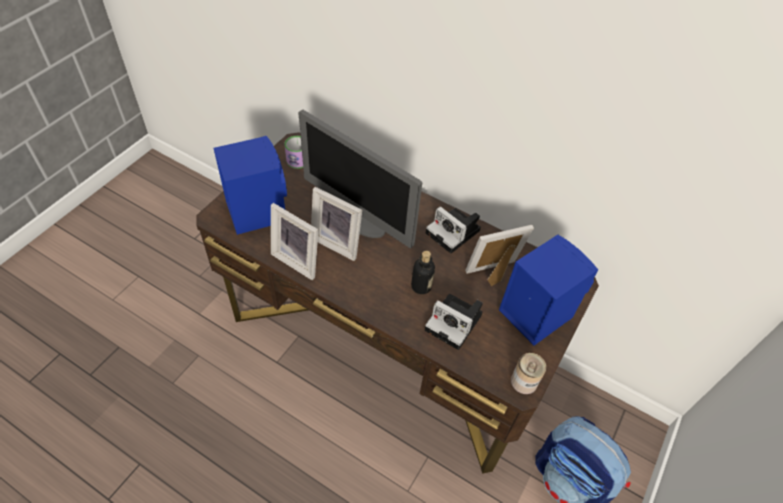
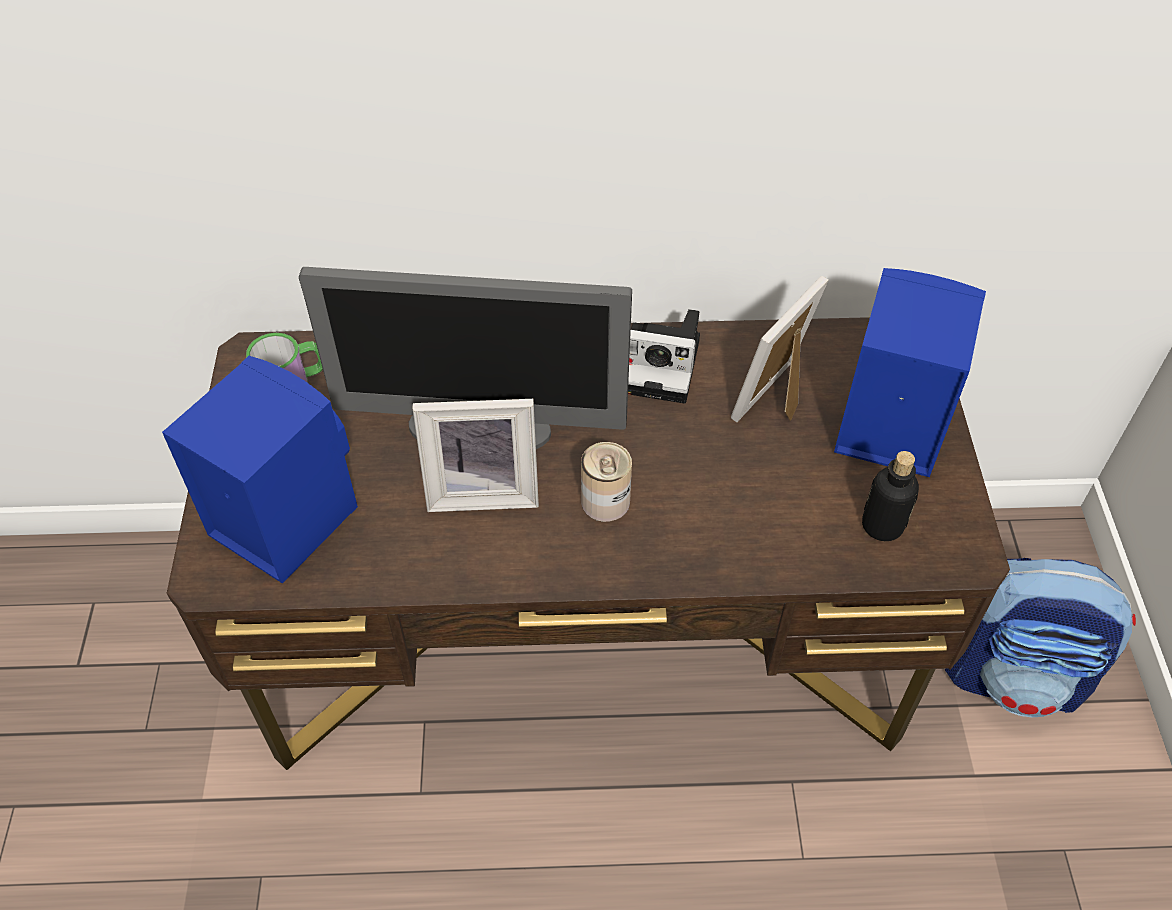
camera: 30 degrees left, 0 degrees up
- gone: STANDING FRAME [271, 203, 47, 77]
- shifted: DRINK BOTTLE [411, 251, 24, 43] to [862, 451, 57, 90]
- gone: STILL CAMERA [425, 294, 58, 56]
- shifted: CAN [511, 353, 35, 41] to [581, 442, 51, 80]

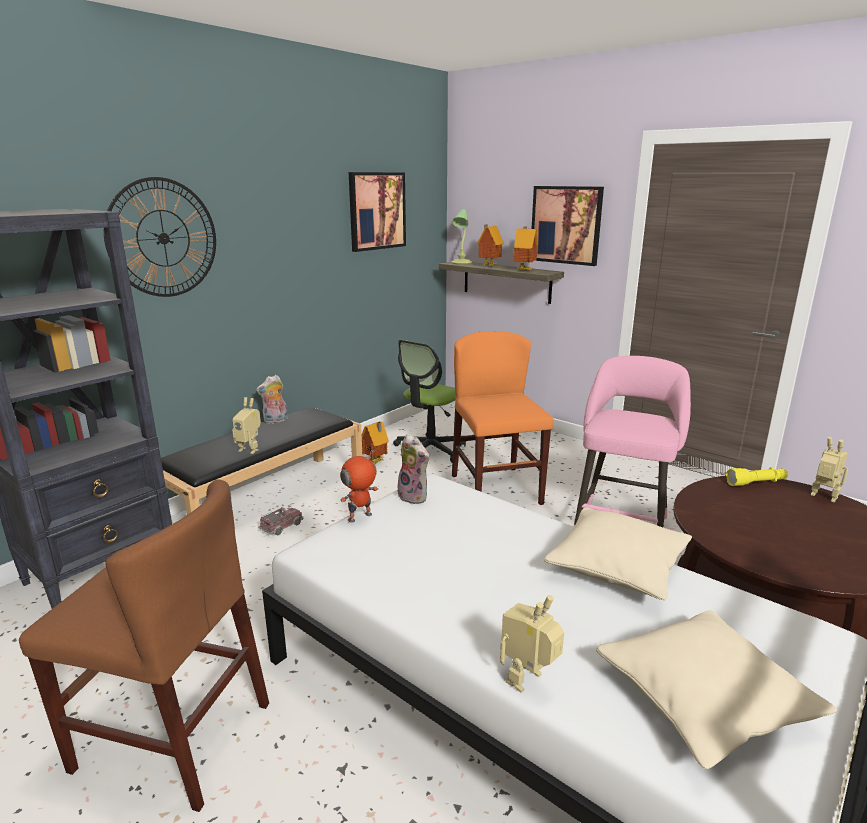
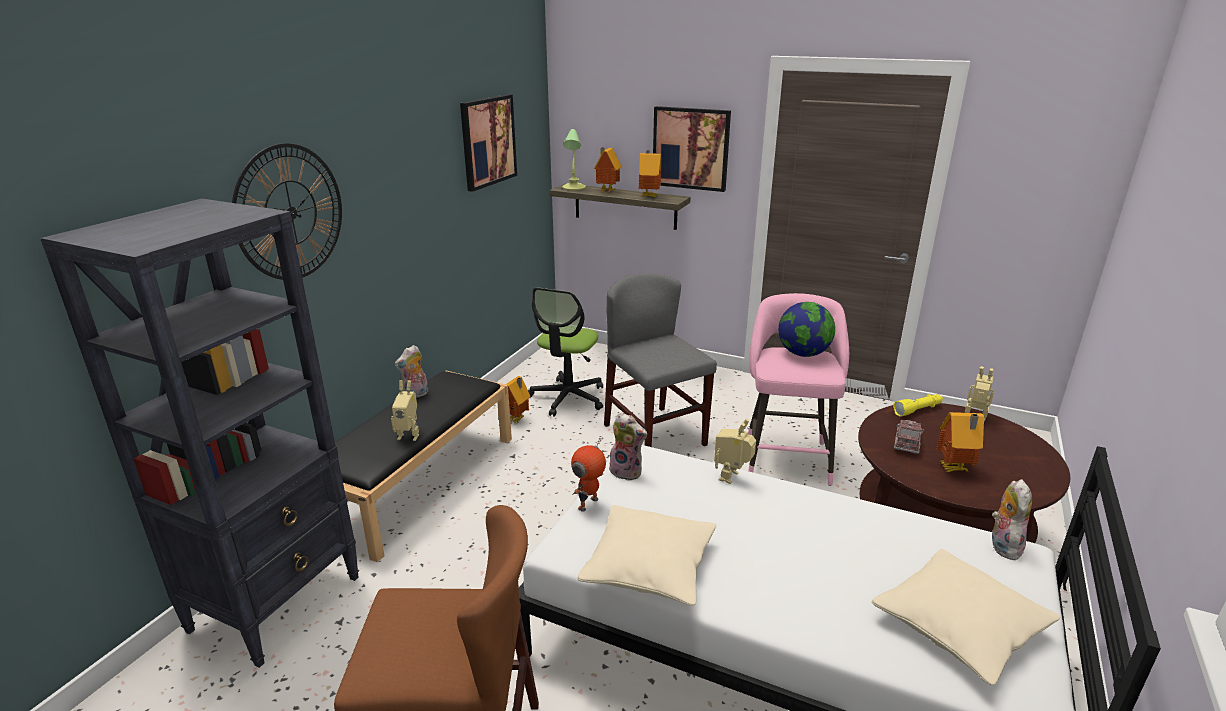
camera: 15 degrees left, 5 degrees up
- repainted: ORANGE CHAIR [452, 331, 101, 174] to GRAY CHAIR [604, 273, 113, 174]
- shifted: TOY LORRY [258, 507, 45, 29] to [894, 420, 30, 34]
- shifted: SAND-COLOURED THROW PILLOW [544, 507, 148, 93] to [577, 505, 139, 101]
- shifted: ROBOT FIGURE [500, 595, 64, 98] to [714, 418, 42, 66]
- new: DESK GLOBE [778, 302, 57, 55]
- new: MINIATURE HOUSE [936, 412, 48, 60]
- new: SOFT TOY [992, 479, 40, 81]

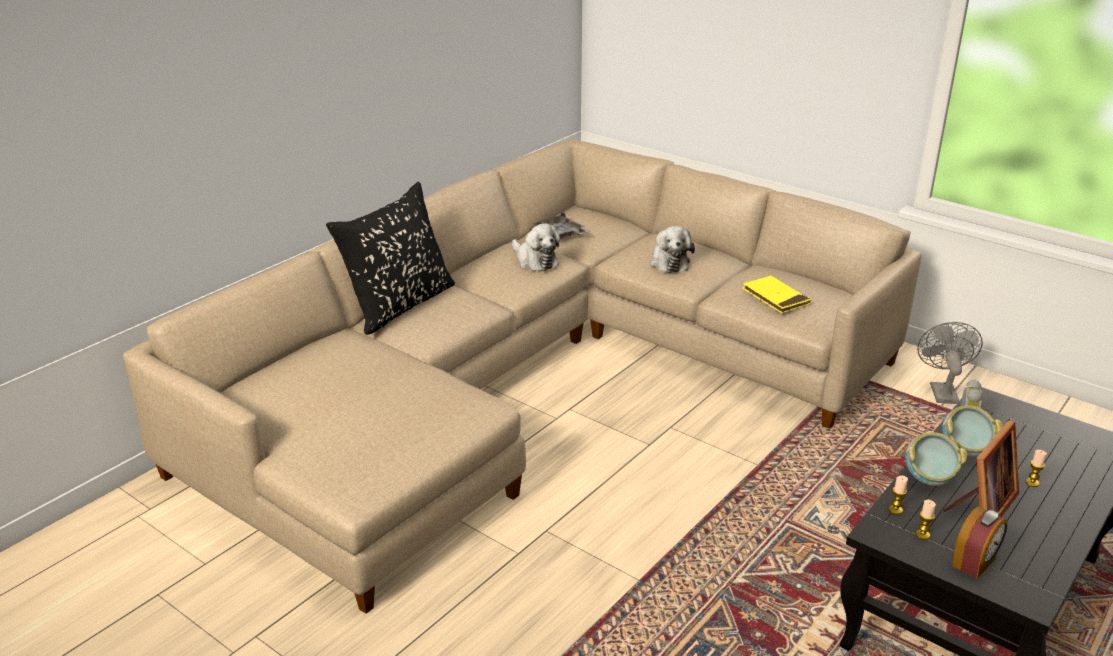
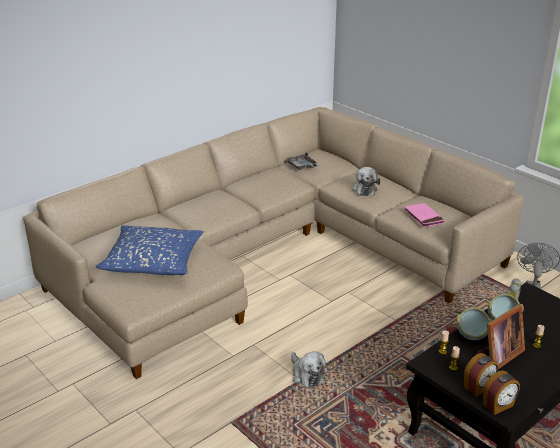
camera: 10 degrees right, 0 degrees up
- gone: BLACKISH THROW PILLOW [326, 182, 129, 153]
- shifted: SOFT TOY [512, 223, 48, 48] to [291, 351, 35, 36]
- repainted: YELLOW-COLOURED BOOK [743, 276, 68, 37] to PINKISH BOOK [404, 203, 41, 24]
- new: BLUE THROW PILLOW [96, 225, 108, 50]
- new: BEDSIDE CLOCK [483, 370, 37, 45]

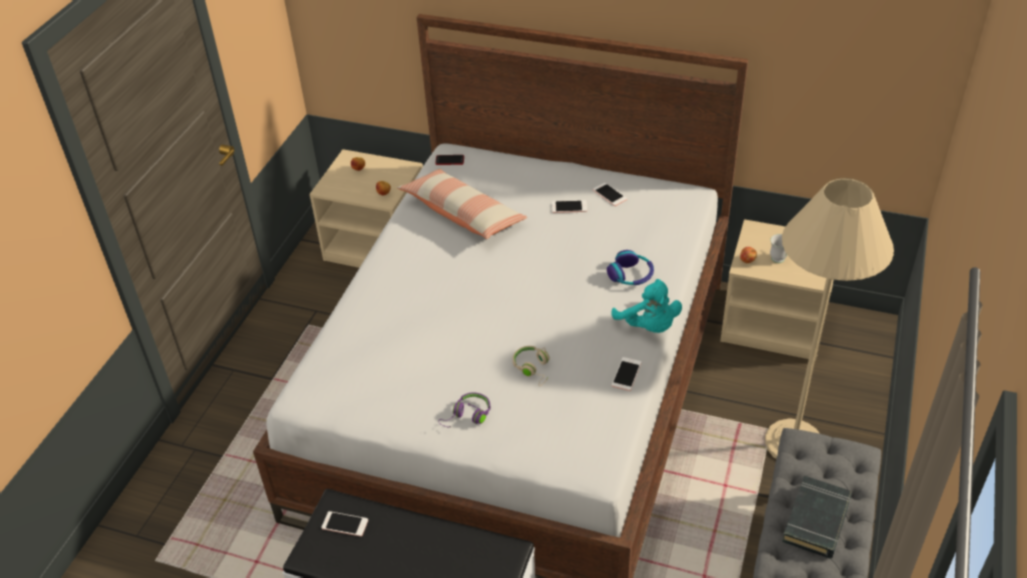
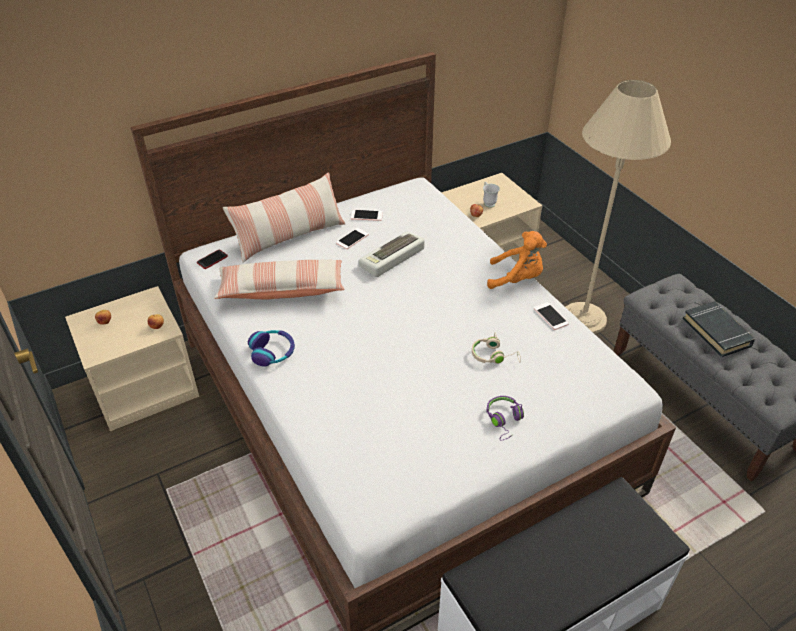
camera: 50 degrees left, 0 degrees up
- shifted: PAIR OF HEADPHONES [607, 250, 47, 35] to [248, 330, 47, 37]
- repainted: BLUE-GREEN SOFT TOY [611, 279, 71, 54] to ORANGE SOFT TOY [487, 231, 60, 58]
- gone: HANDSET [321, 511, 47, 25]
- new: THROW PILLOW [223, 172, 122, 91]
- new: KEYBOARD [359, 232, 66, 45]

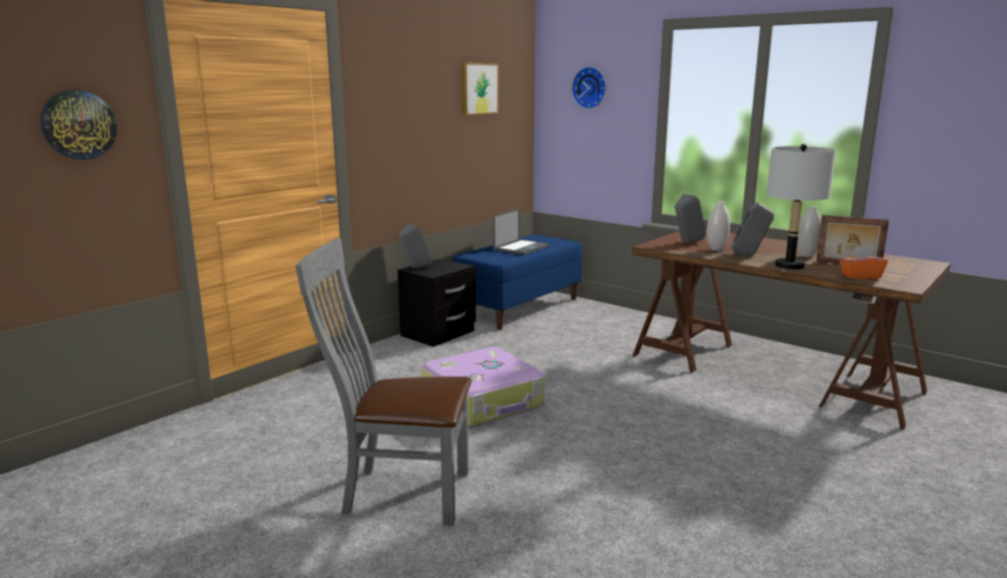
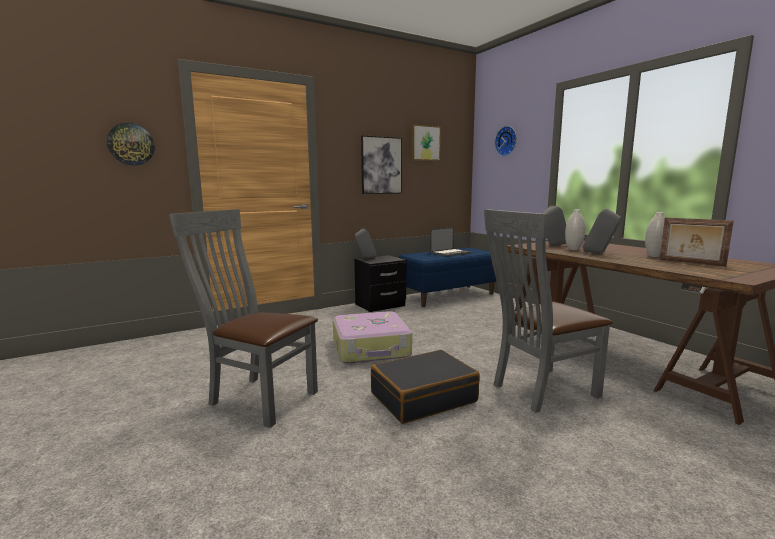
camera: 20 degrees right, 5 degrees down
- gone: GRAY TABLETOP LAMP [767, 144, 69, 125]
- gone: ORANGE BOX OF TISSUES [839, 247, 49, 32]
- new: WALL PICTURE [361, 135, 41, 59]
- new: GRAY CHAIR [484, 209, 129, 204]
- new: BLACKISH PIECE OF LUGGAGE [371, 350, 109, 74]

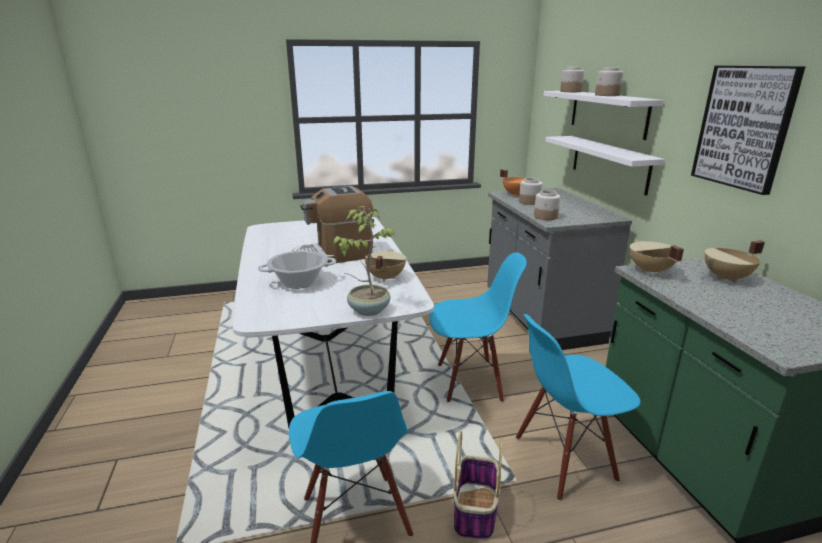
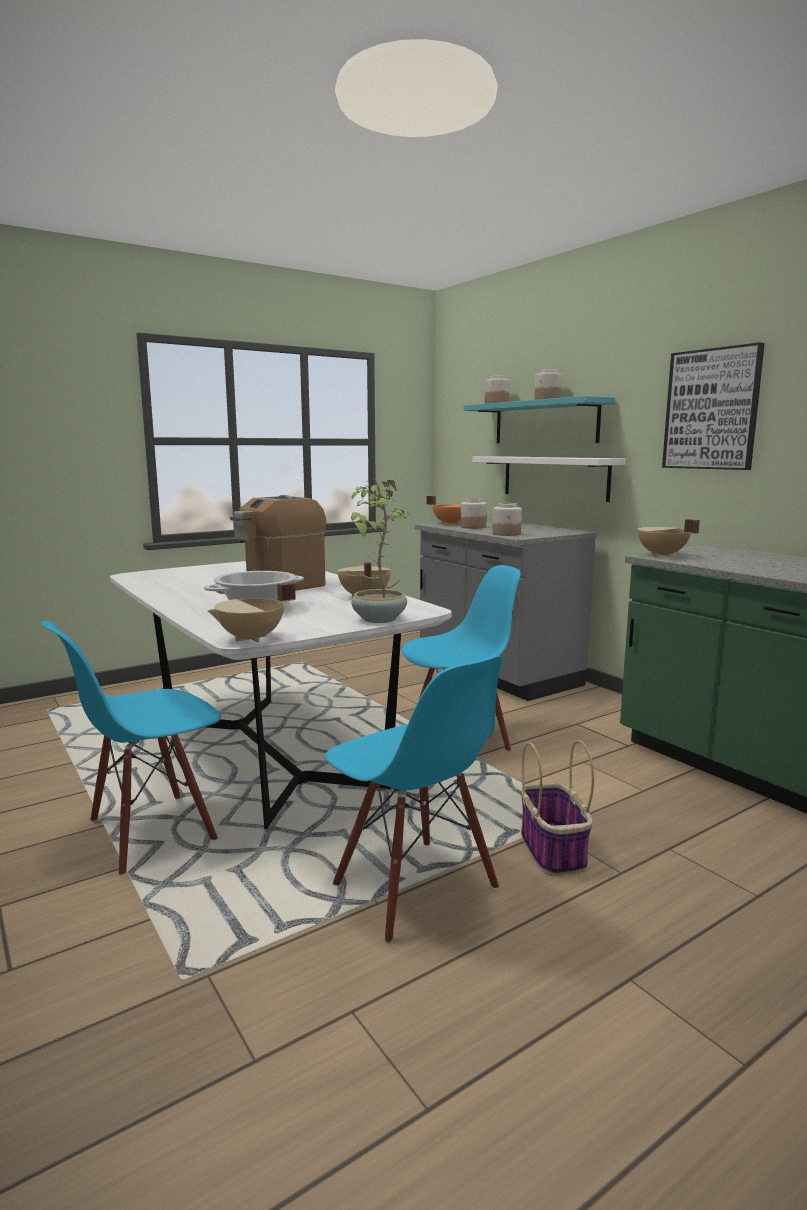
camera: 20 degrees left, 10 degrees down
- repainted: WHITISH BRACKET SHELF [544, 91, 120, 49] to BLUE-GREEN BRACKET SHELF [464, 396, 151, 48]
- shifted: SAND-COLOURED STOCKPOT [705, 240, 60, 43] to [208, 582, 88, 60]
- shifted: BLUE CHAIR [516, 314, 125, 187] to [42, 621, 179, 255]

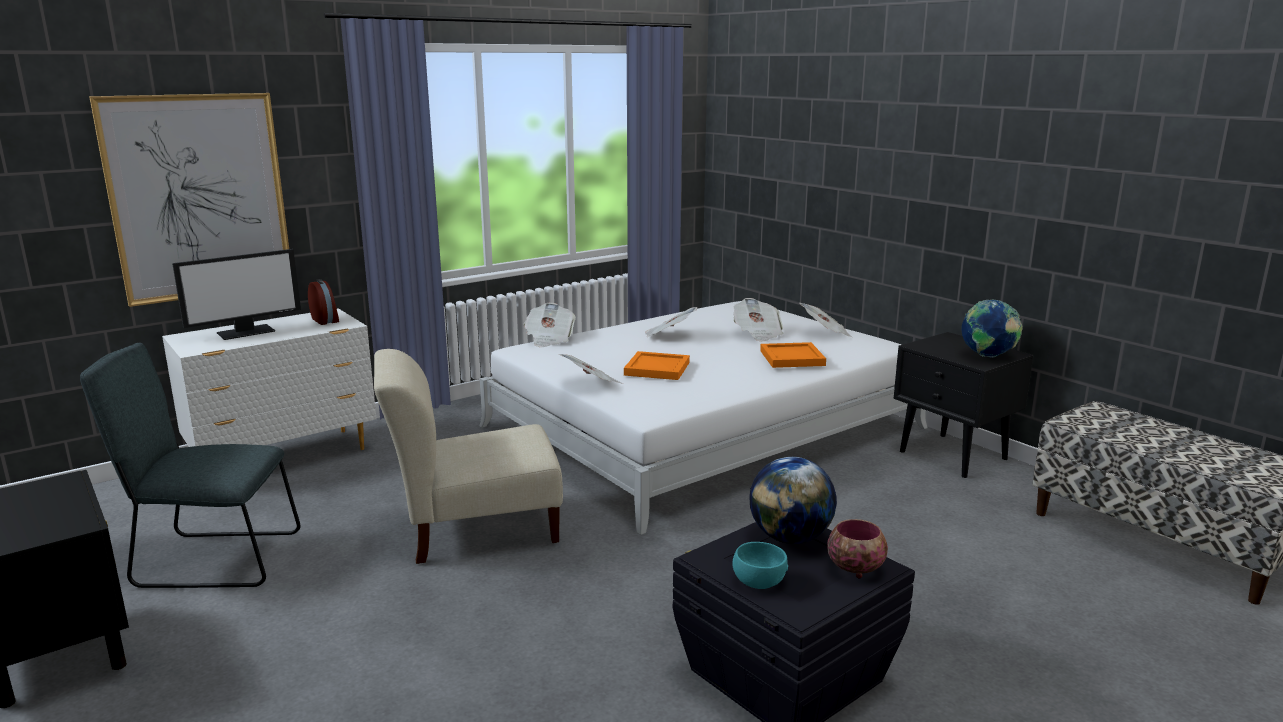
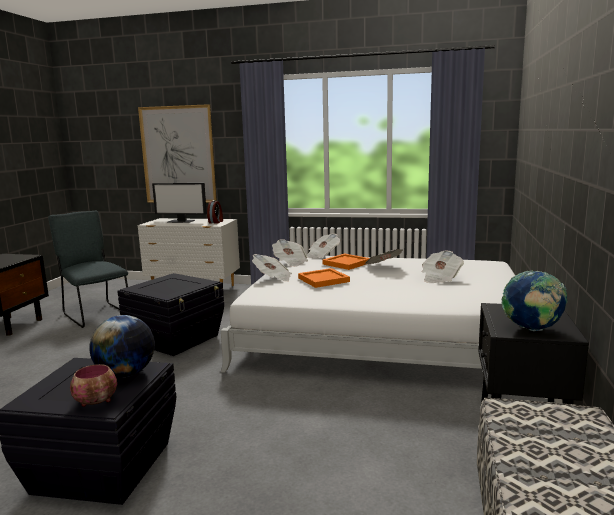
camera: 50 degrees right, 5 degrees down
- shifted: PRINTED PAPER [799, 303, 53, 34] to [272, 239, 36, 28]
- shifted: ORANGE TRAY [760, 342, 66, 26] to [322, 253, 47, 17]
- swapped: SAND-COLOURED CHAIR [374, 349, 189, 215] to BLACKISH STORAGE BIN [117, 273, 107, 83]
- gone: BLUE-GREEN DEEP DISH [733, 542, 55, 47]

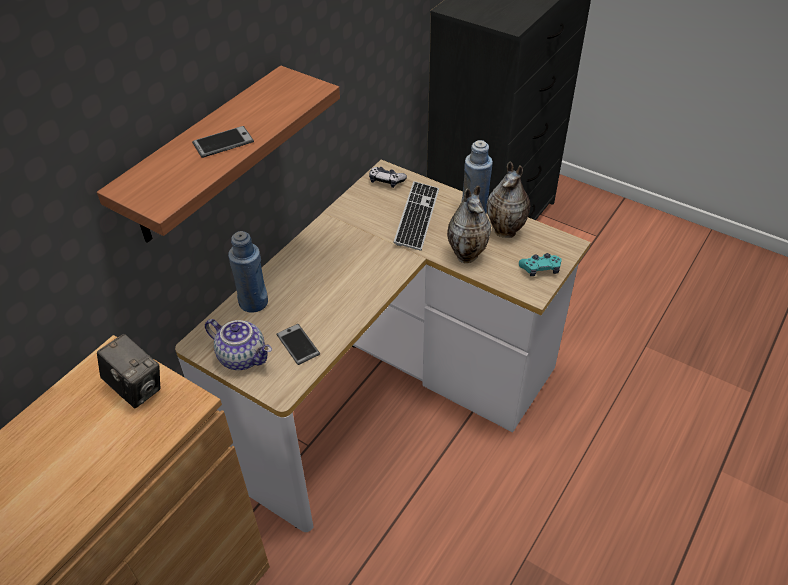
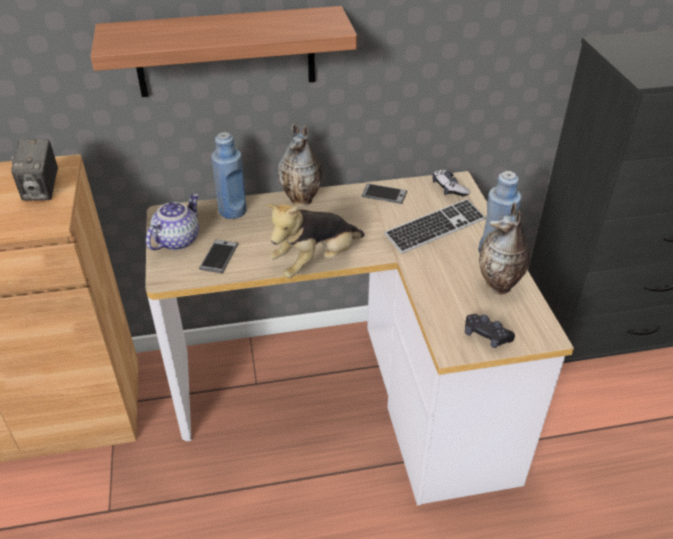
camera: 45 degrees right, 5 degrees down
- shifted: HANDSET [192, 126, 62, 32] to [361, 184, 46, 20]
- shifted: VASE [447, 186, 44, 77] to [278, 123, 44, 83]
- repainted: BLUE-GREEN GAME CONTROLLER [519, 253, 43, 23] to BLACKISH GAME CONTROLLER [465, 314, 50, 35]
- rotated: TEA POT [205, 319, 67, 51] = [146, 194, 53, 56] 135 degrees counterclockwise
- new: SOFT TOY [266, 204, 99, 74]

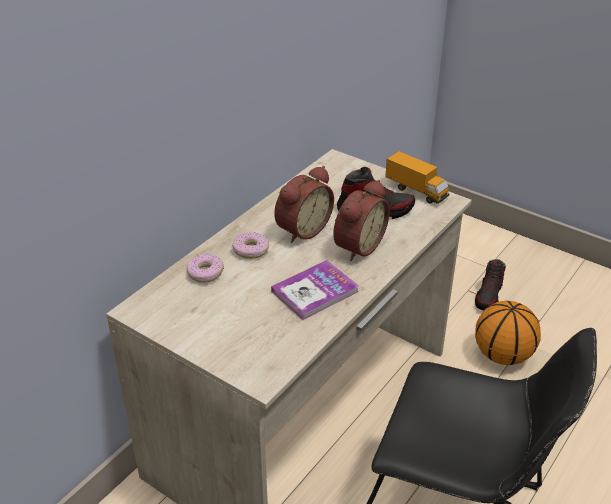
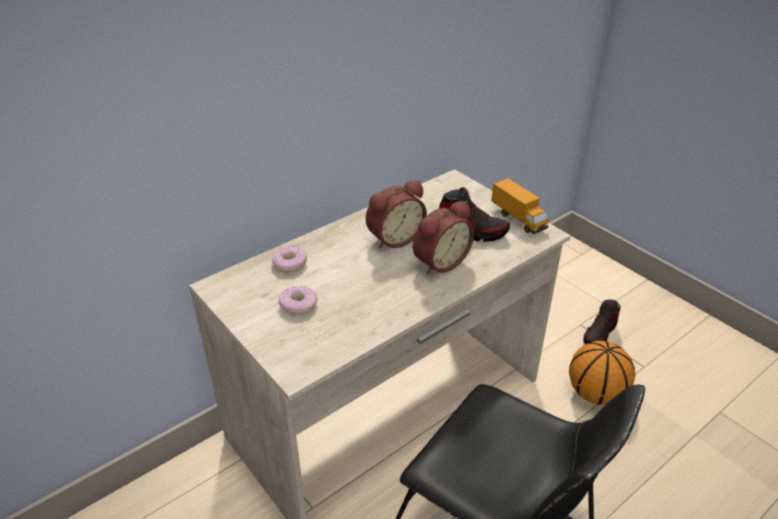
camera: 15 degrees right, 0 degrees up
- shifted: RING DOUGHNUT [232, 232, 37, 27] to [279, 286, 39, 29]
- gone: BOOK [271, 260, 88, 60]

